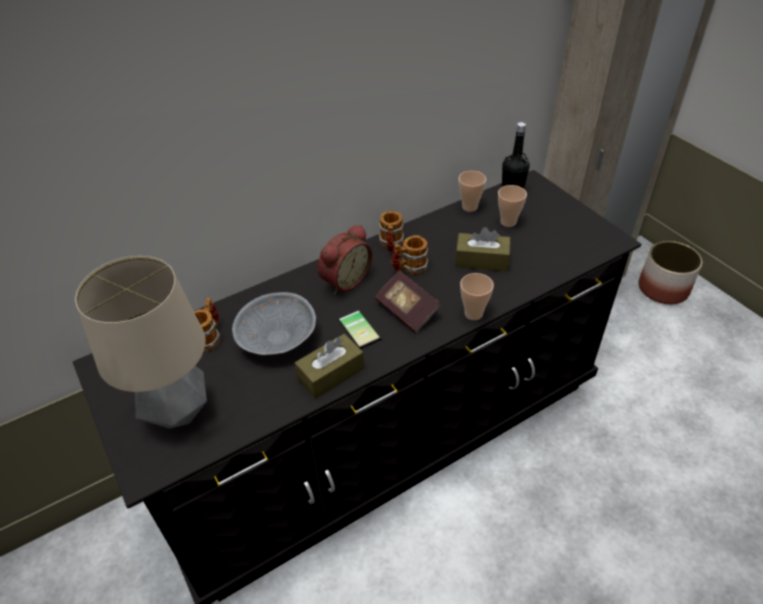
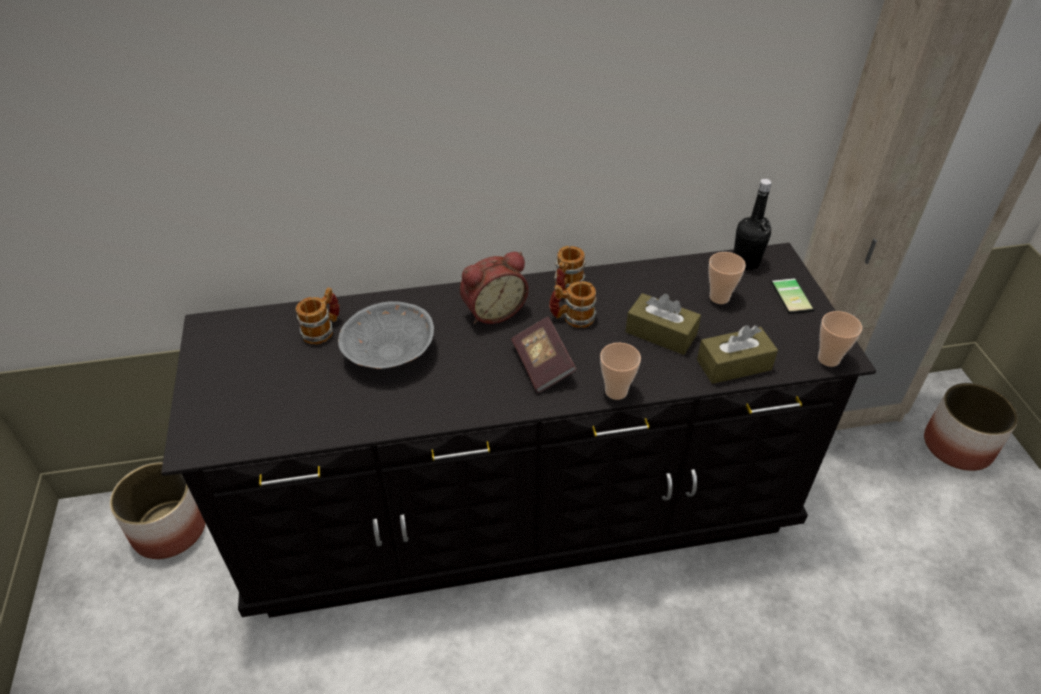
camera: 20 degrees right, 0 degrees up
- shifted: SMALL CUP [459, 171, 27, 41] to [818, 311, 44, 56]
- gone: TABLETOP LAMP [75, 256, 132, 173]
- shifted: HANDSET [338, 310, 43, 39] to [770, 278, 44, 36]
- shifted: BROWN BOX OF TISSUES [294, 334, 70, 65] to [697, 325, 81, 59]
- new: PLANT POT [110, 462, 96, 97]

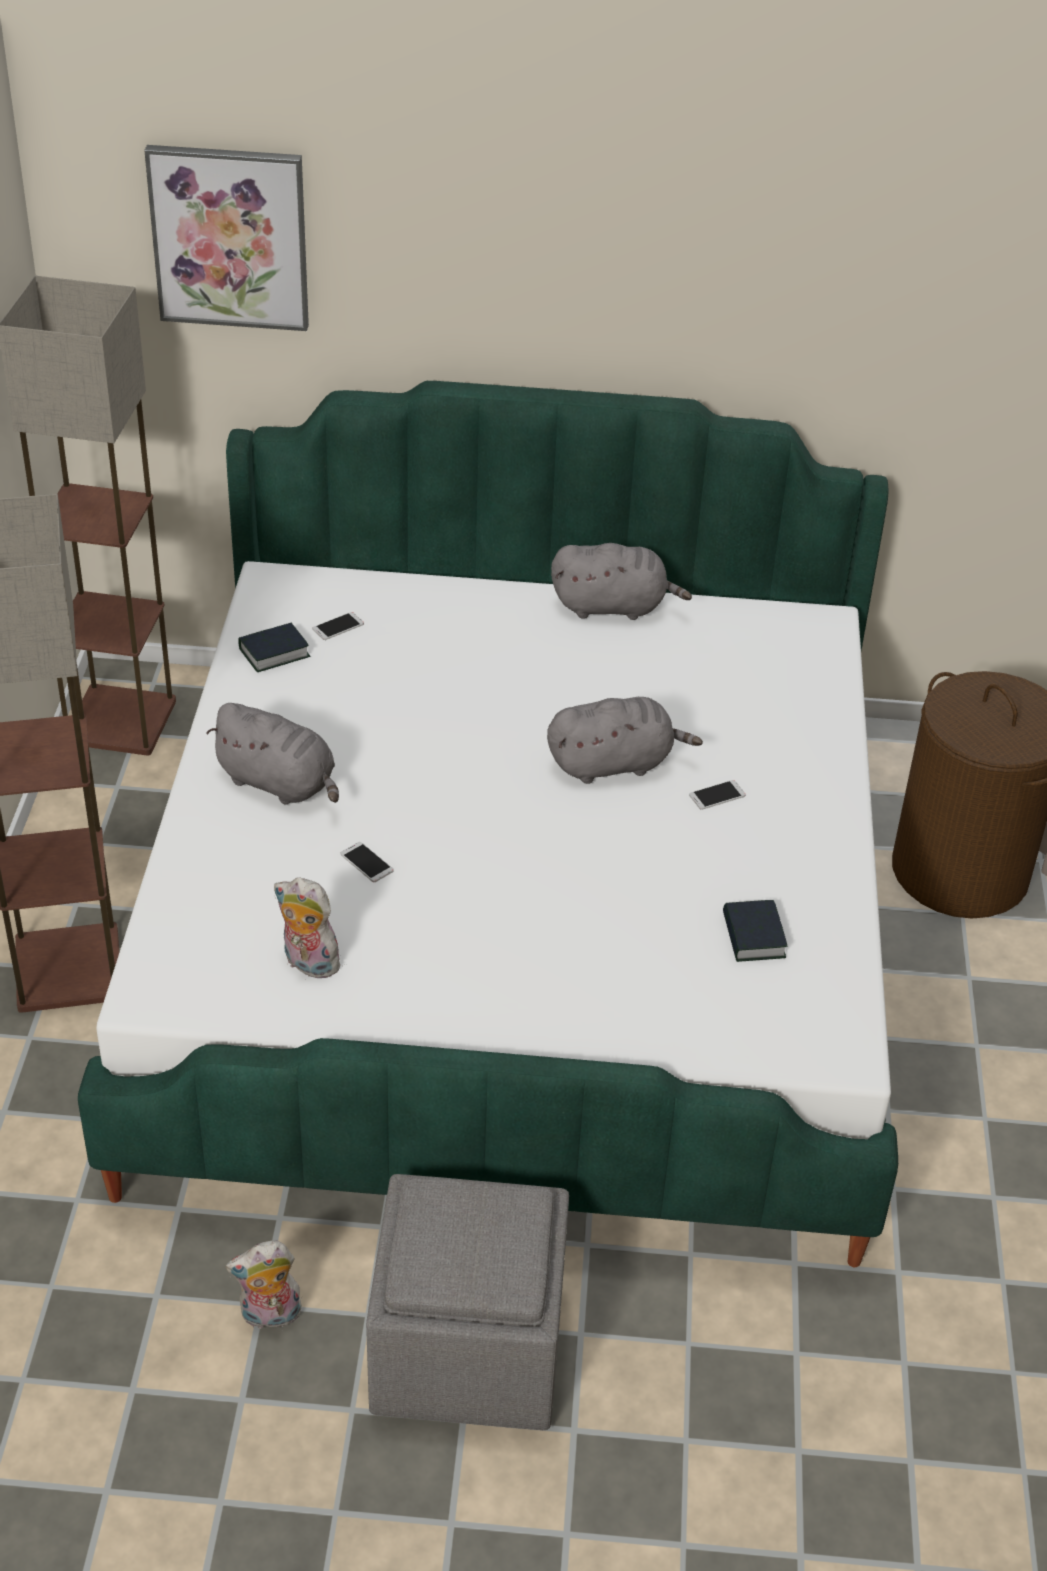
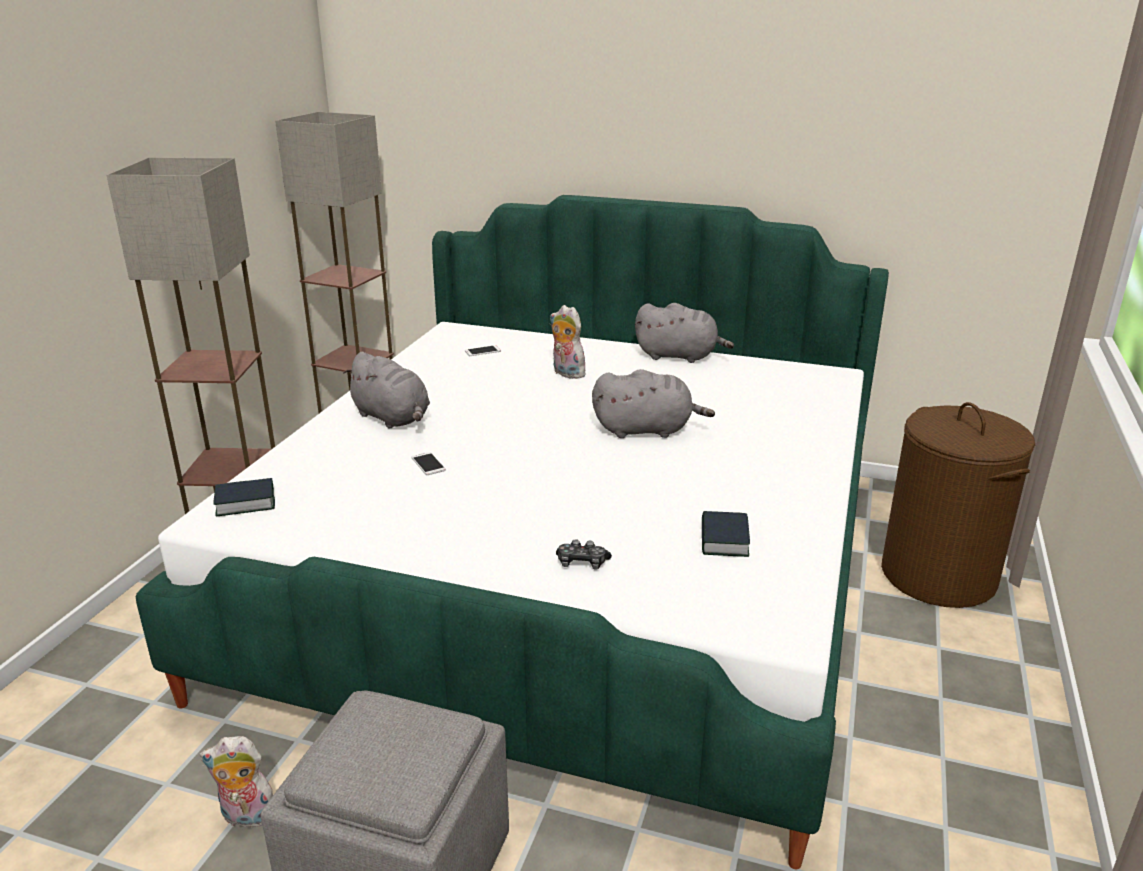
camera: 15 degrees right, 15 degrees down
- gone: WALL PICTURE [144, 145, 165, 186]
- shifted: BOOK [238, 623, 72, 49] to [214, 478, 61, 38]
- gone: HANDSET [689, 780, 57, 30]
- shifted: SOFT TOY [274, 878, 66, 100] to [550, 305, 40, 74]
- new: GAME CONTROLLER [556, 539, 56, 31]

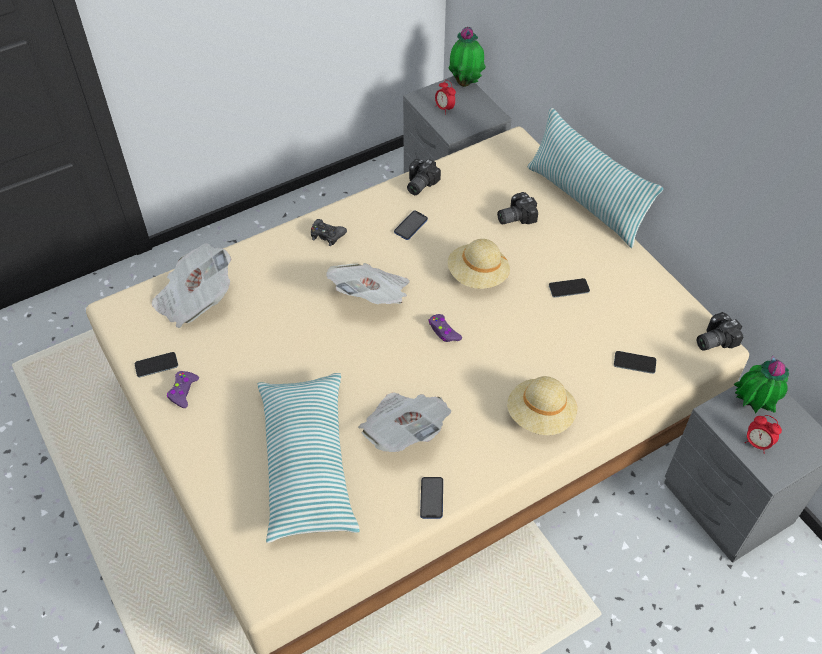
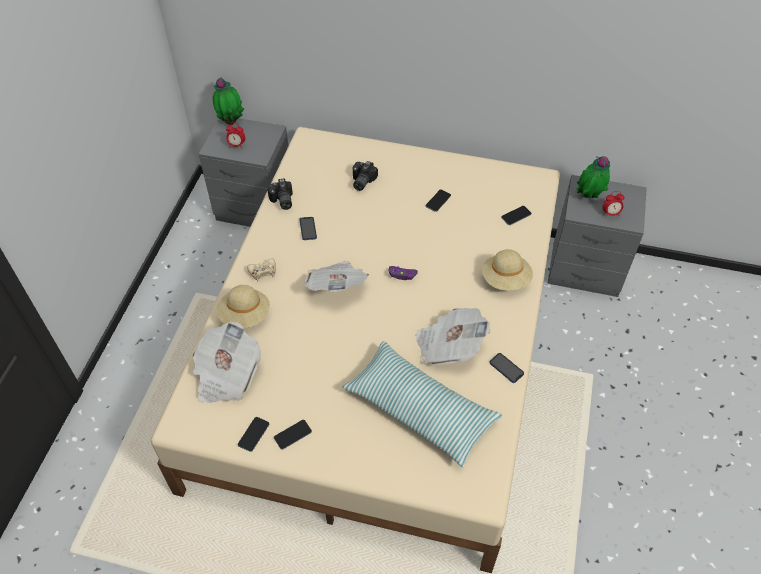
camera: 45 degrees left, 0 degrees up
- gone: THROW PILLOW [527, 108, 136, 140]
- repainted: BLACKISH GAME CONTROLLER [311, 219, 36, 27] to SAND-COLOURED GAME CONTROLLER [247, 258, 29, 23]
- shifted: SAND-COLOURED HAT [448, 239, 62, 50] to [217, 285, 53, 43]
- gone: STILL CAMERA [697, 312, 46, 39]
- swapped: PURPLE-COLOURED GAME CONTROLLER [167, 371, 32, 37] to HANDSET [274, 420, 38, 29]

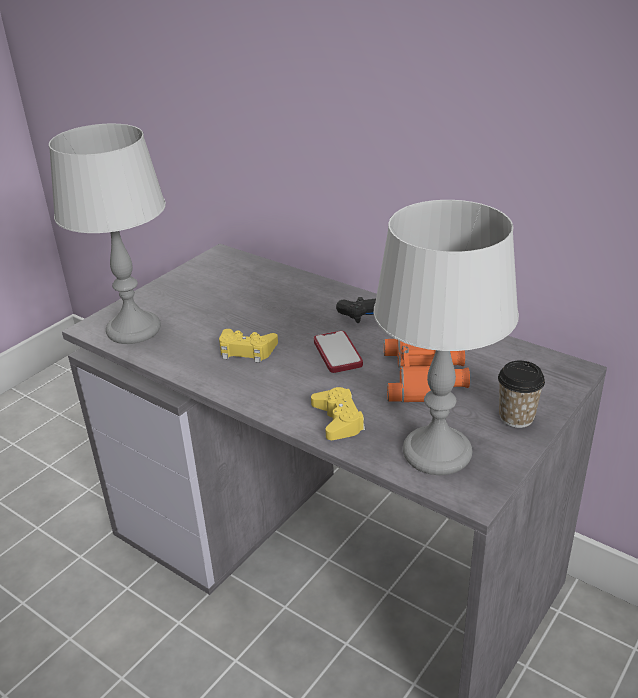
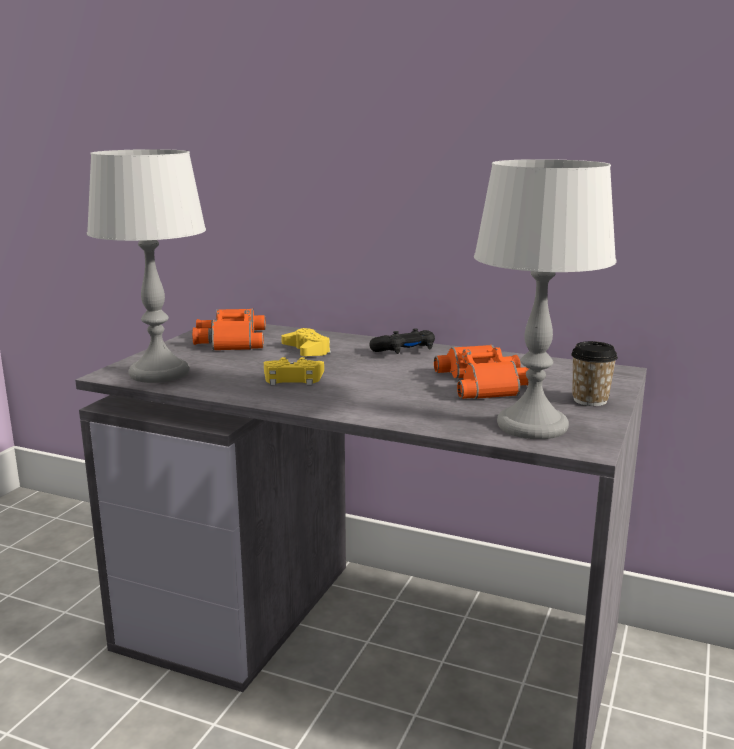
camera: 15 degrees left, 15 degrees down
- gone: HANDSET [314, 331, 49, 42]
- shifted: YELLOW-COLOURED GAME CONTROLLER [311, 387, 54, 53] to [281, 328, 50, 28]
- new: ORANGE BINOCULARS [192, 309, 74, 42]

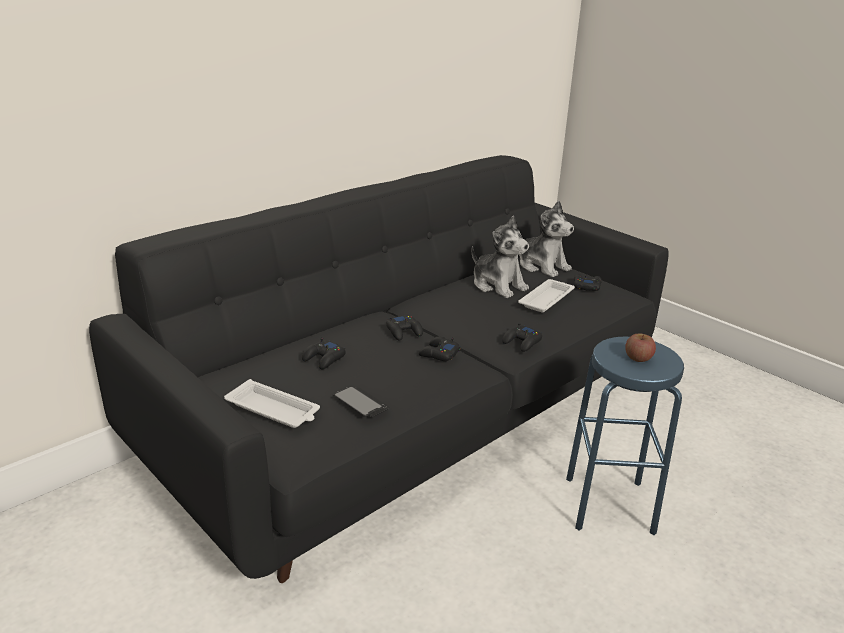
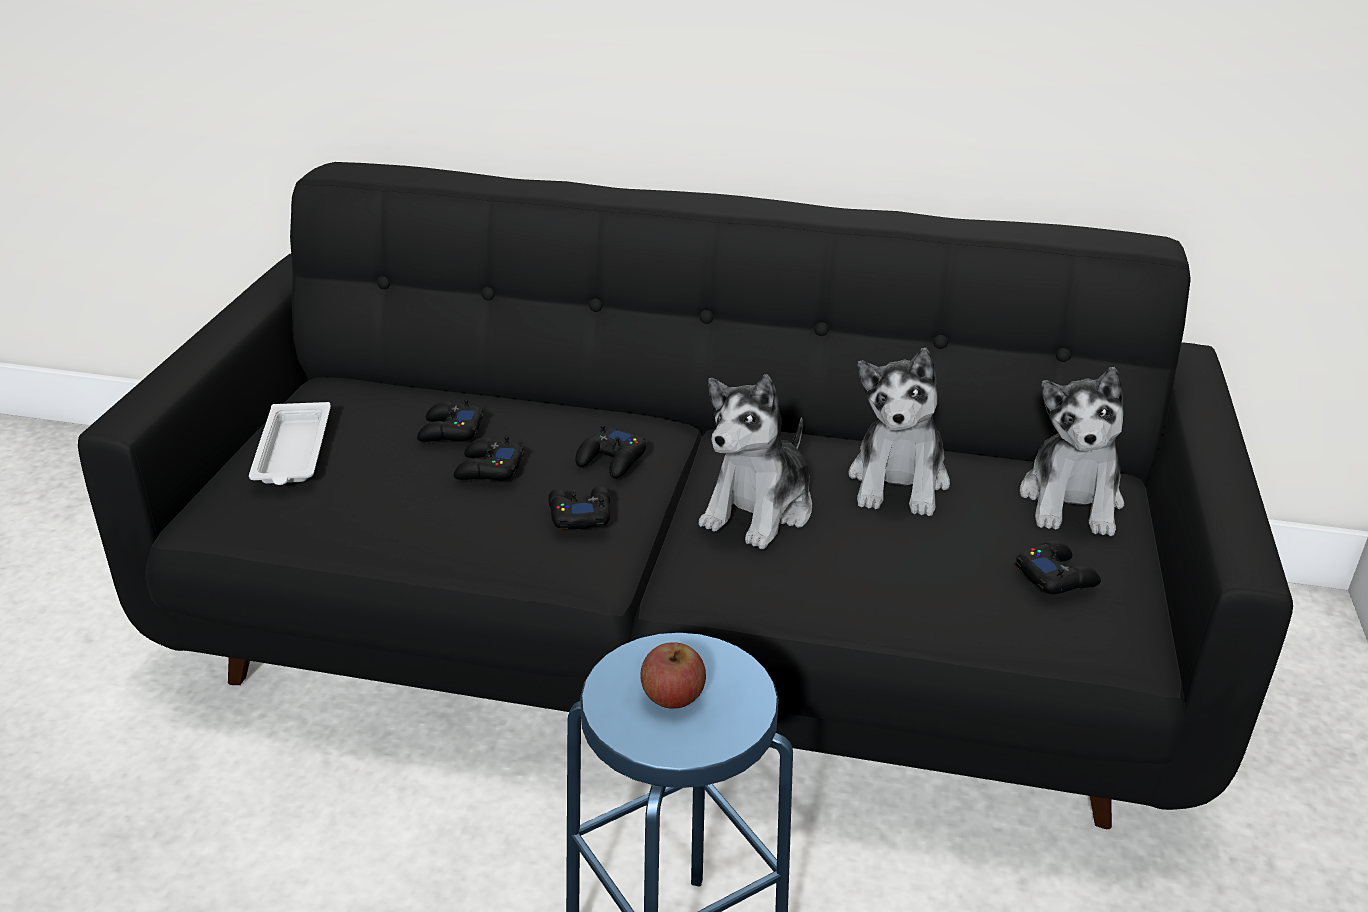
camera: 55 degrees right, 5 degrees up
- gone: WHITISH TRAY [518, 279, 57, 33]
- shifted: BLACKISH GAME CONTROLLER [502, 323, 40, 29] to [454, 436, 70, 44]
- gone: HANDSET [334, 386, 56, 31]
- new: SOFT TOY [698, 374, 114, 175]

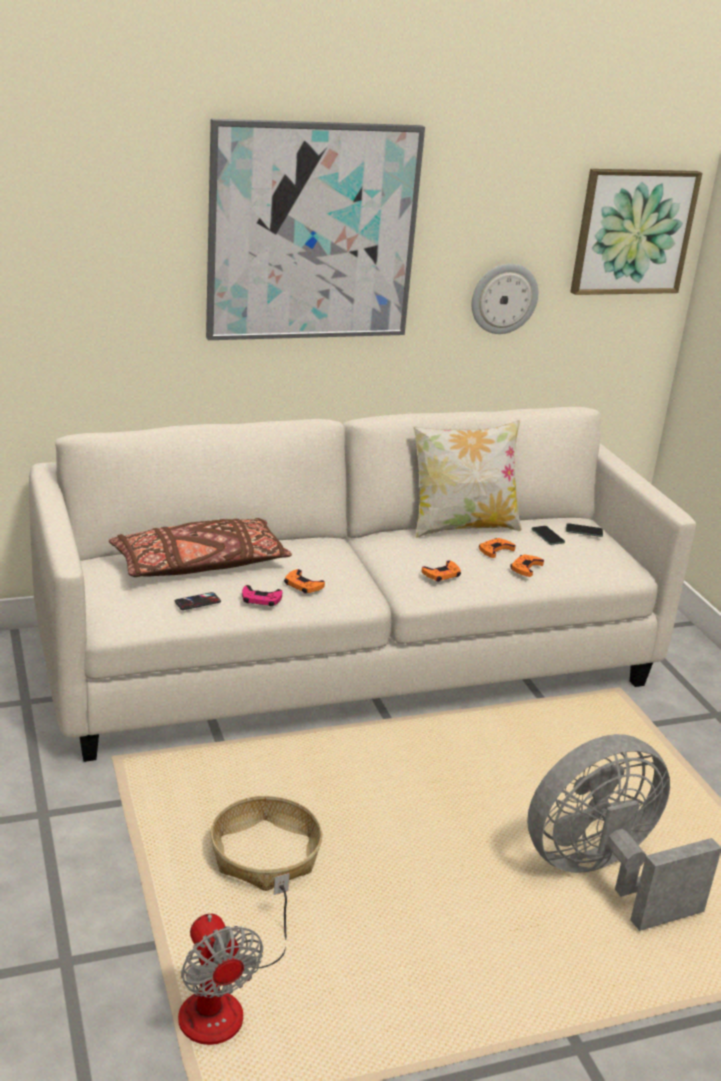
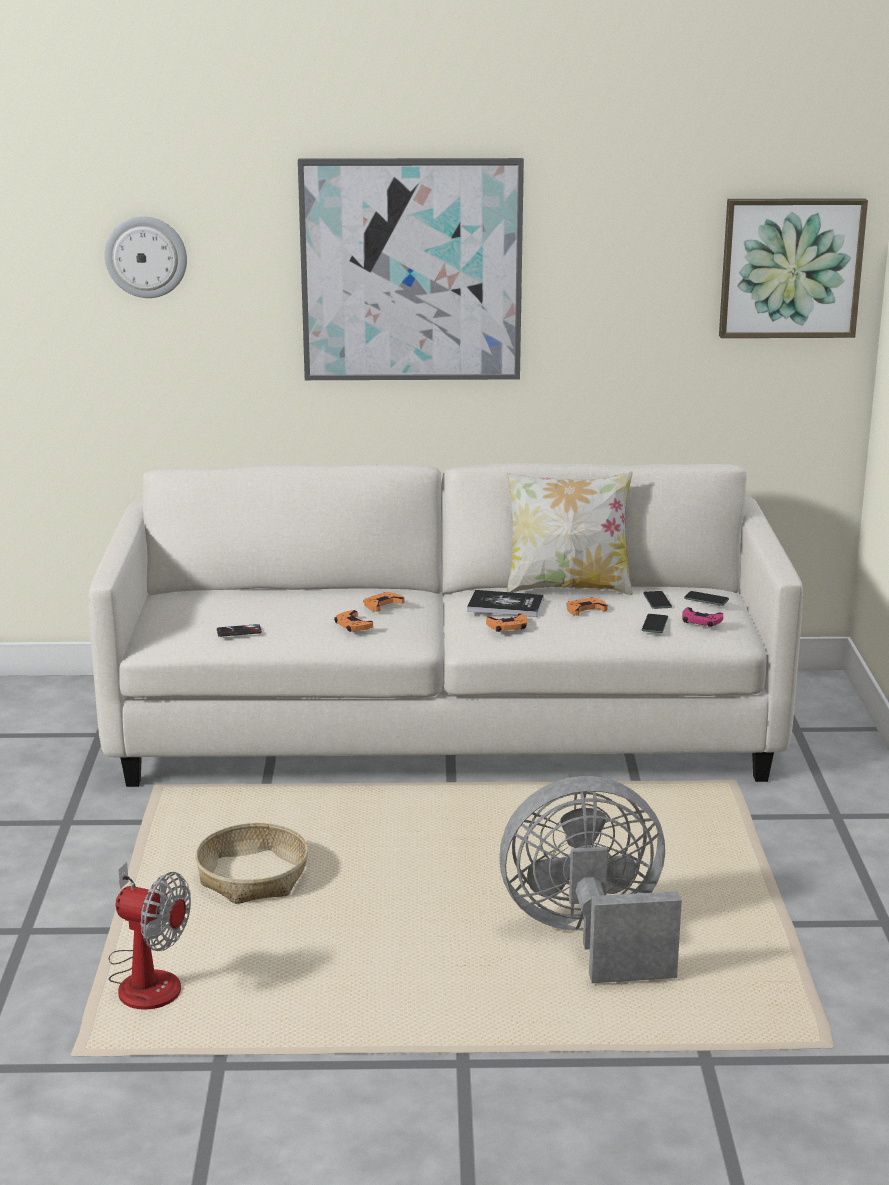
camera: 20 degrees right, 5 degrees down
- shifted: HANGING CLOCK [472, 264, 66, 70] to [104, 216, 83, 82]
- gone: BROWN THROW PILLOW [109, 518, 183, 59]
- shifted: ORANGE GAME CONTROLLER [510, 555, 34, 22] to [363, 592, 41, 20]
- shifted: PINKISH GAME CONTROLLER [242, 585, 40, 21] to [682, 607, 41, 20]
- rotated: ELECTRIC FAN [178, 873, 112, 172] = [109, 862, 82, 148] 60 degrees counterclockwise
- new: BOOK [467, 590, 77, 27]
- new: HANDSET [642, 614, 26, 19]

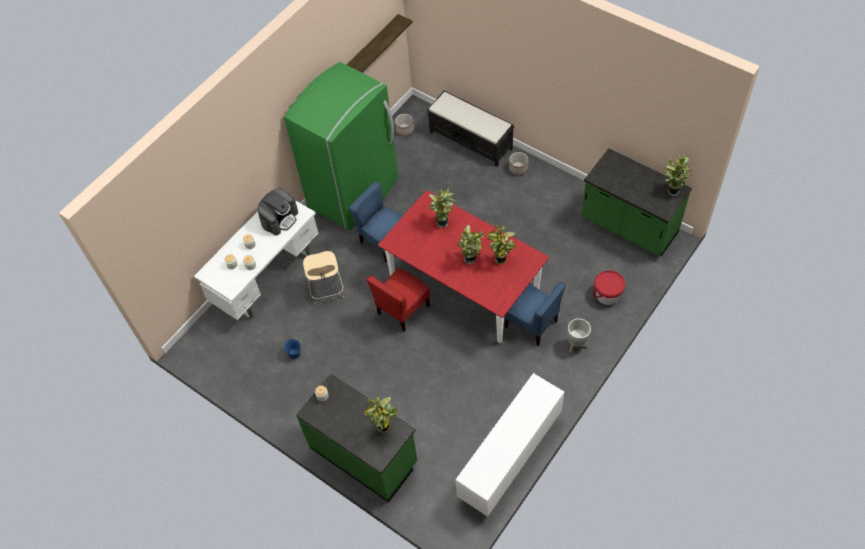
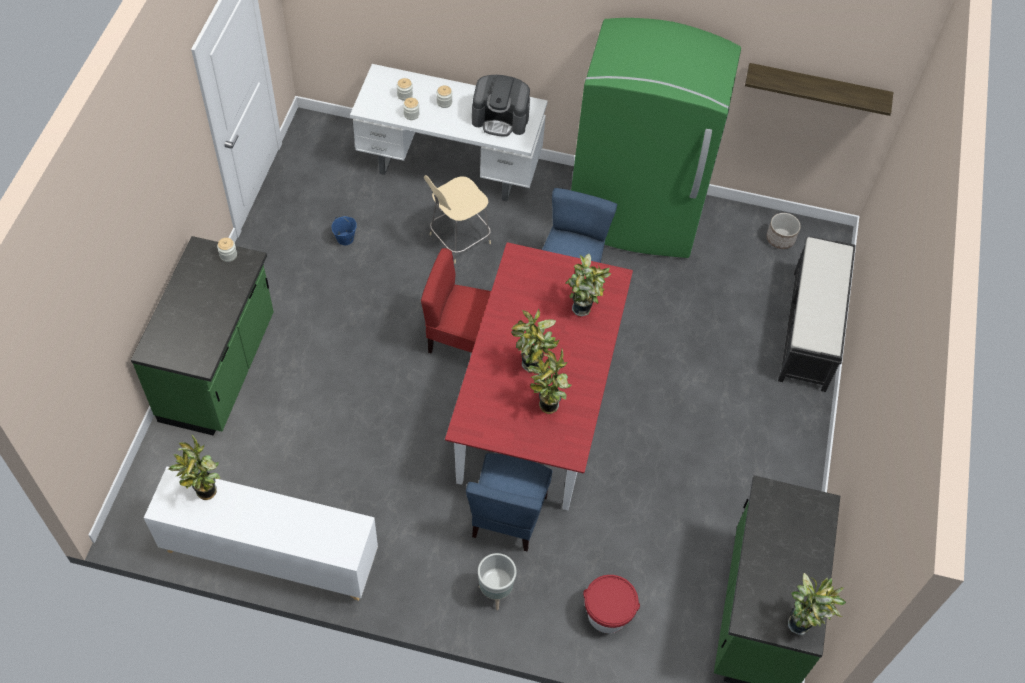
camera: 60 degrees right, 0 degrees up
- gone: PLANT POT [509, 152, 19, 23]
- shifted: PLANT IN A POT [364, 395, 34, 38] to [168, 435, 52, 65]

